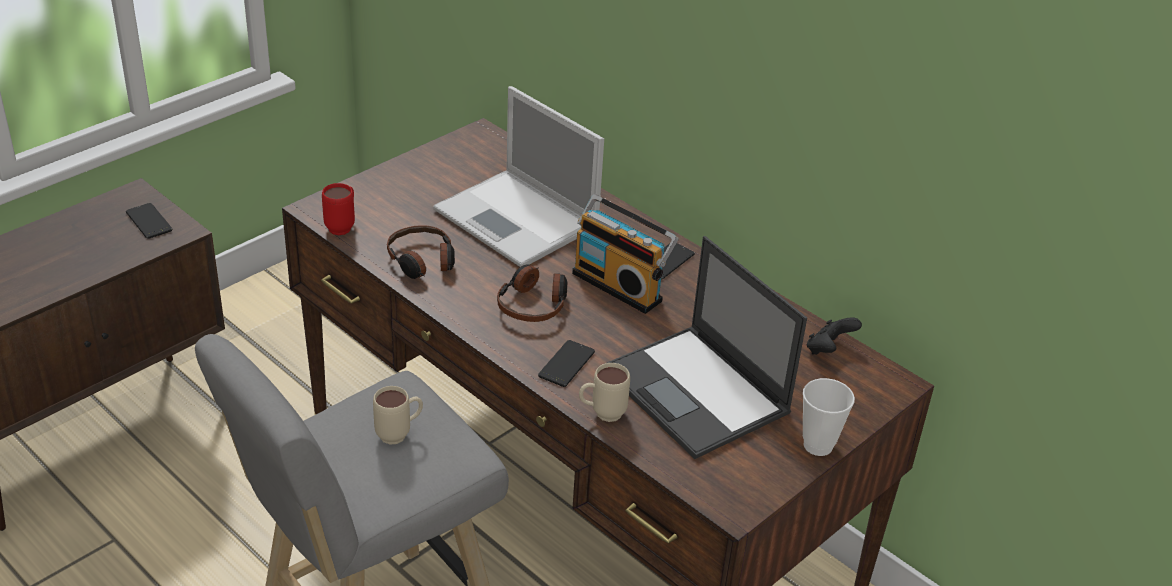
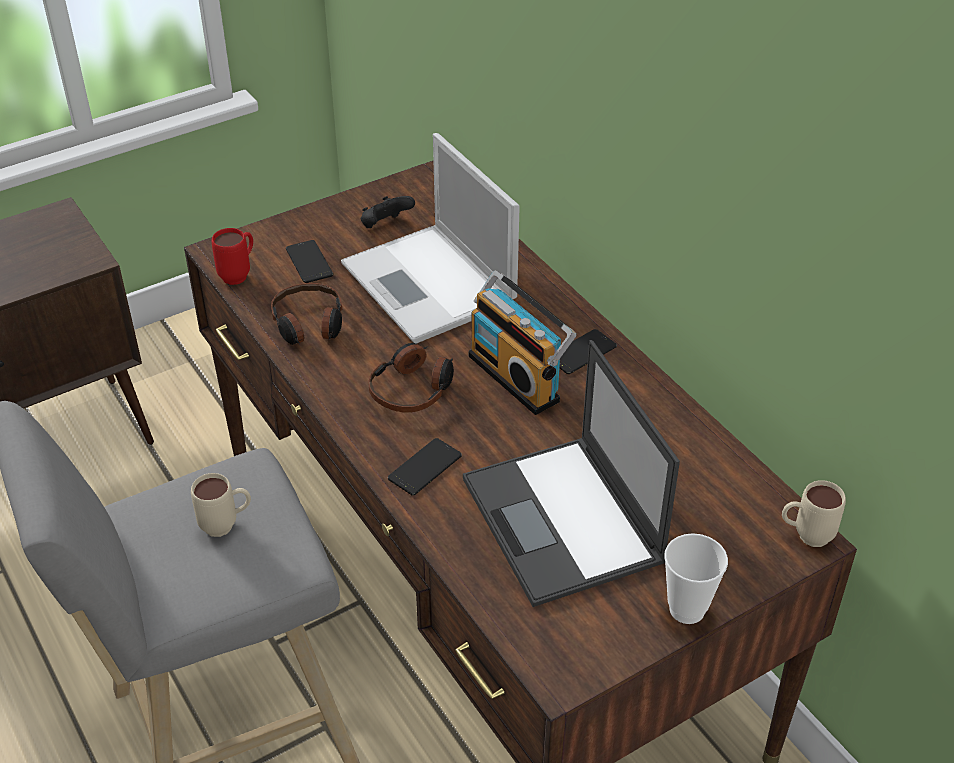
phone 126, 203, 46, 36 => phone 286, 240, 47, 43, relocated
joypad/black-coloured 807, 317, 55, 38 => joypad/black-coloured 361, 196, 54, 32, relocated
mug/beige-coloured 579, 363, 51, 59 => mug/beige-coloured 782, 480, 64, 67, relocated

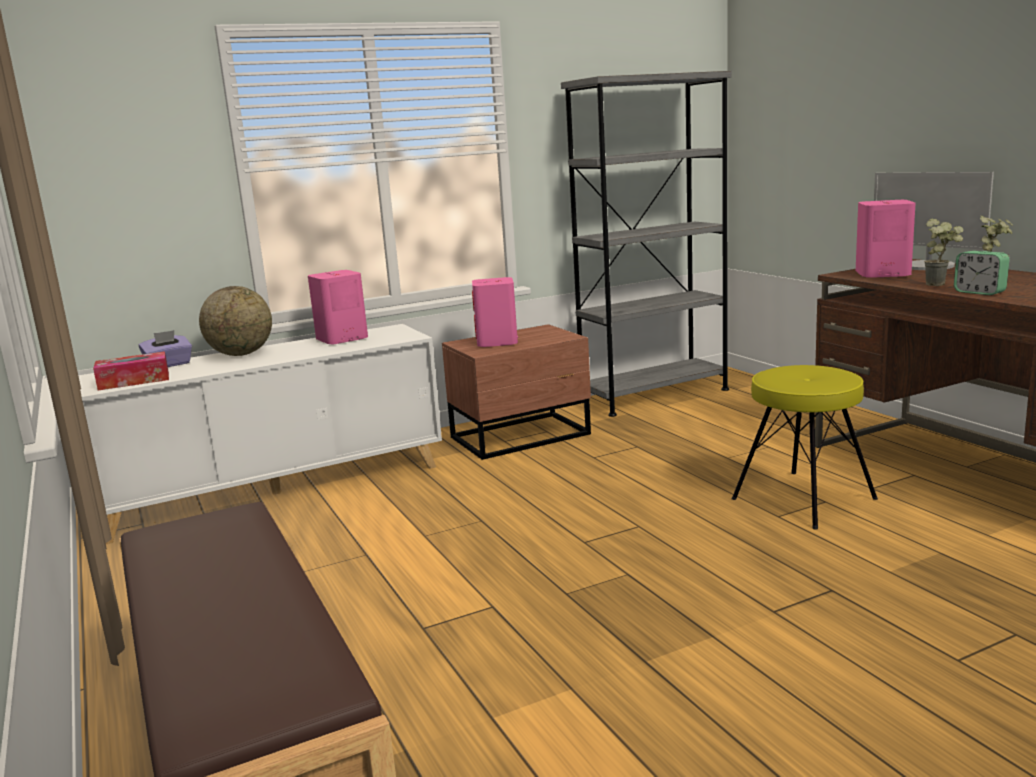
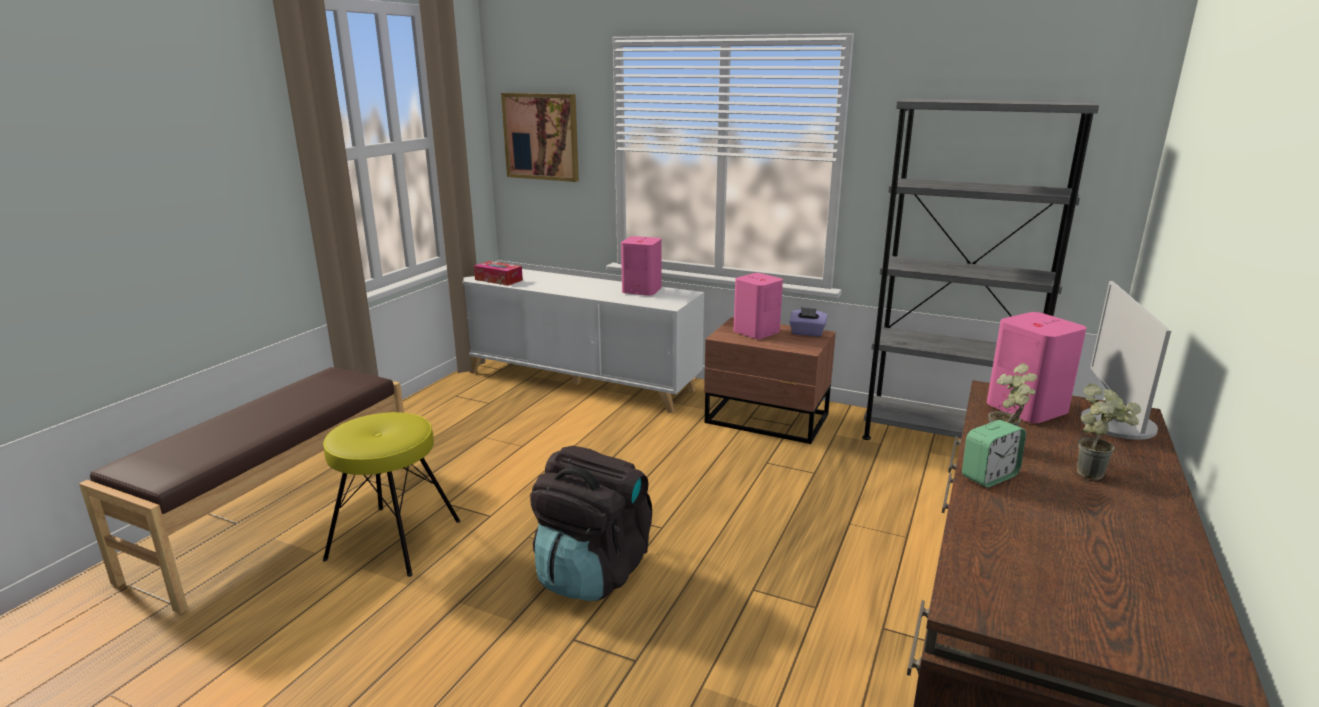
stool seat/yellowish 732, 365, 146, 165 => stool seat/yellowish 323, 412, 137, 165, relocated
nothing => picture 501, 93, 78, 89
nothing => backpack/black-coloured 530, 446, 122, 155
tissue box/purplish 139, 330, 53, 37 => tissue box/purplish 789, 307, 39, 29, relocated
alarm clock 954, 251, 56, 44 => alarm clock 962, 420, 64, 67, 135 degrees counterclockwise
world globe 199, 286, 73, 70 => nothing

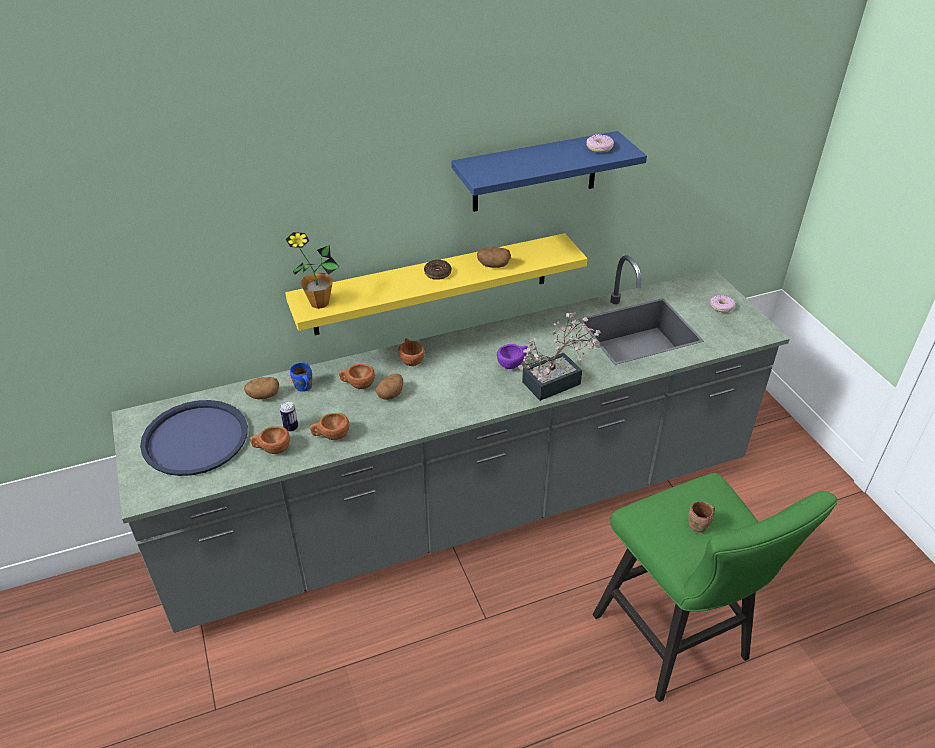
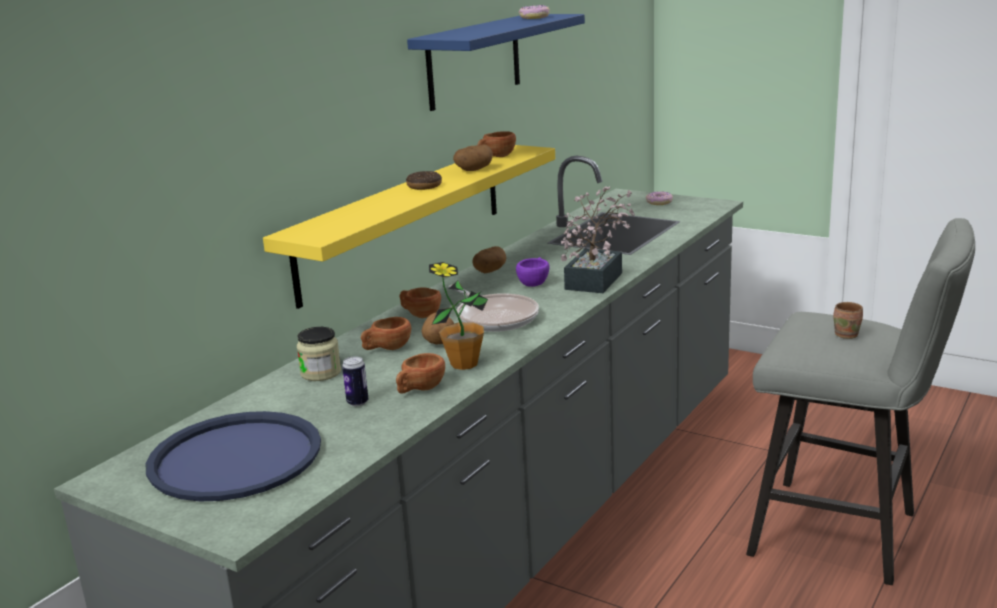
mug/blue-coloured 290, 362, 22, 30 => preserve jar 296, 327, 45, 54
plant in a pot 286, 232, 53, 77 => plant in a pot 429, 262, 59, 108, relocated
nothing => skillet 449, 285, 90, 47
spud 244, 377, 35, 22 => spud 472, 246, 34, 27, relocated
cup/brown-coloured 250, 426, 40, 28 => cup/brown-coloured 478, 131, 38, 26, relocated
stool seat/green-coloured 593, 473, 244, 229 => stool seat/gray 746, 218, 229, 367

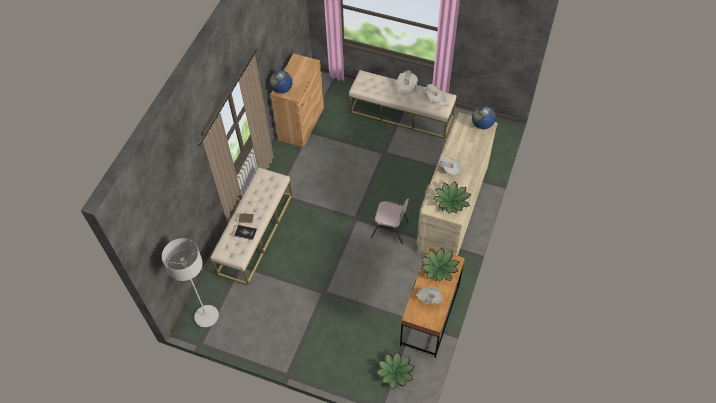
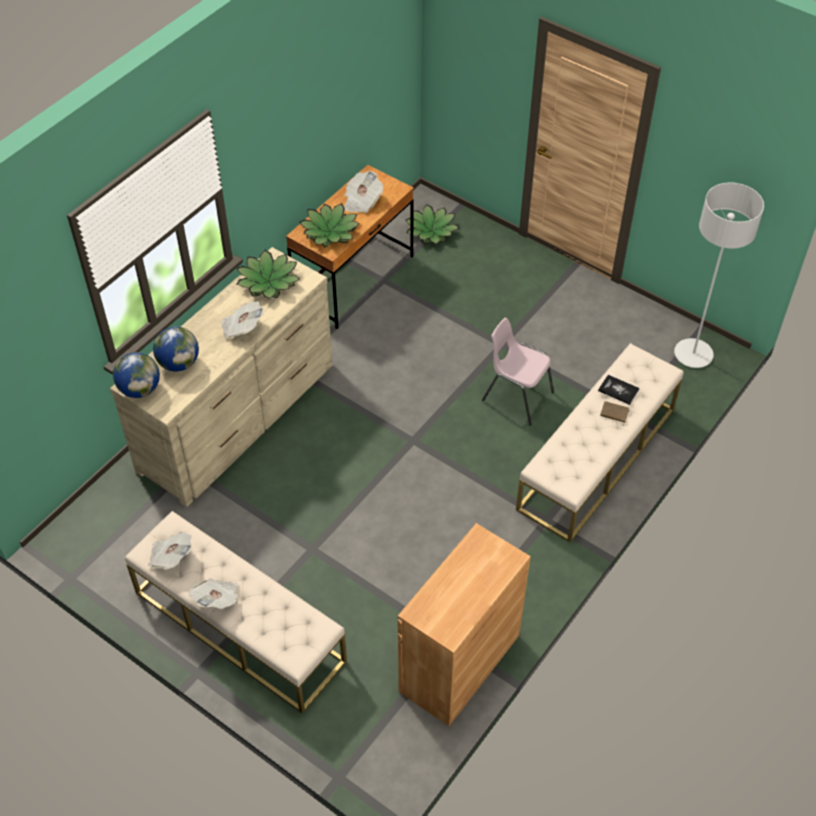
world globe 270, 71, 23, 23 => world globe 153, 327, 46, 45, relocated
chair/pink-coloured 371, 199, 38, 45 => chair/pink-coloured 482, 318, 72, 108, relocated

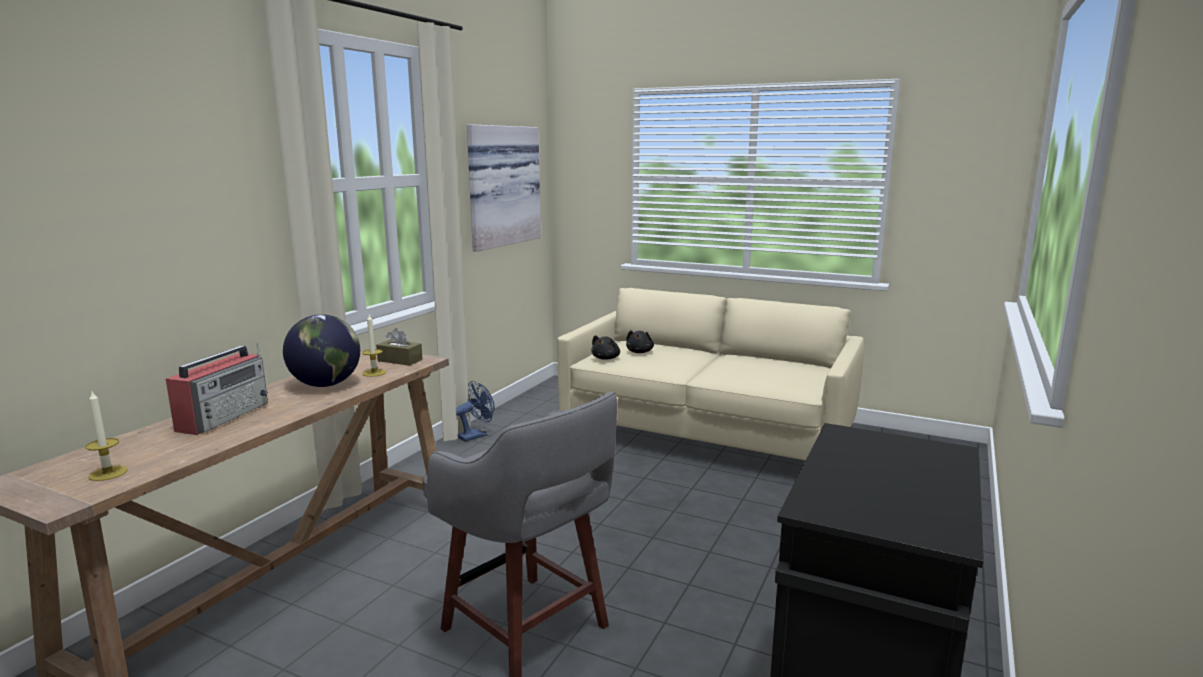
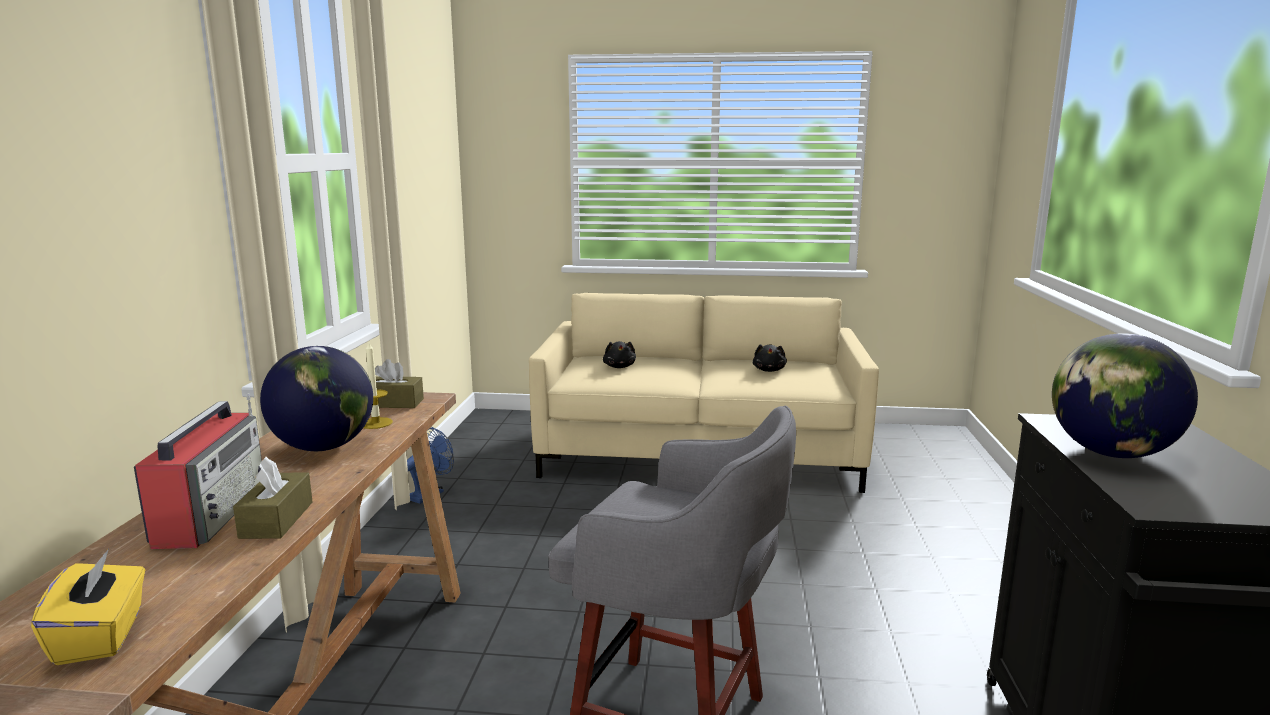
candle 85, 392, 42, 89 => tissue box/yellowish 31, 549, 114, 116
nothing => tissue box/brown-coloured 233, 457, 80, 82
cuddly toy/black-coloured 591, 335, 29, 25 => cuddly toy/black-coloured 752, 344, 35, 28, relocated
nothing => world globe 1052, 333, 146, 125
picture 467, 124, 74, 128 => nothing

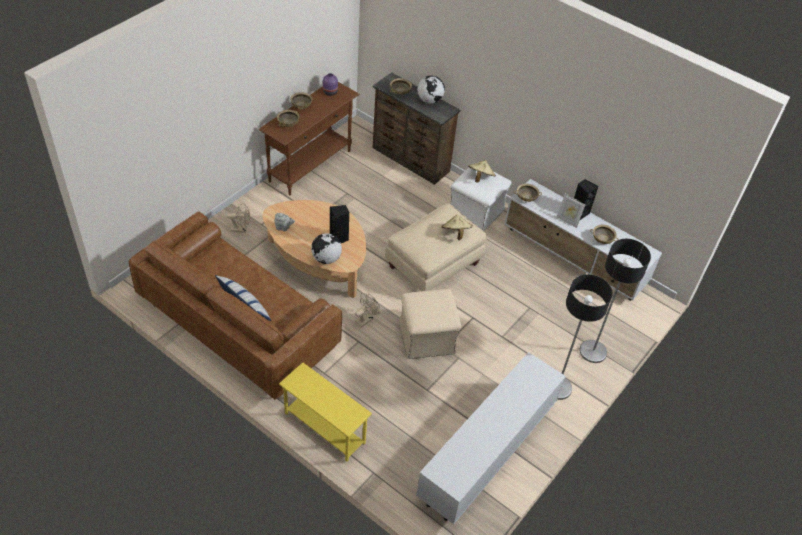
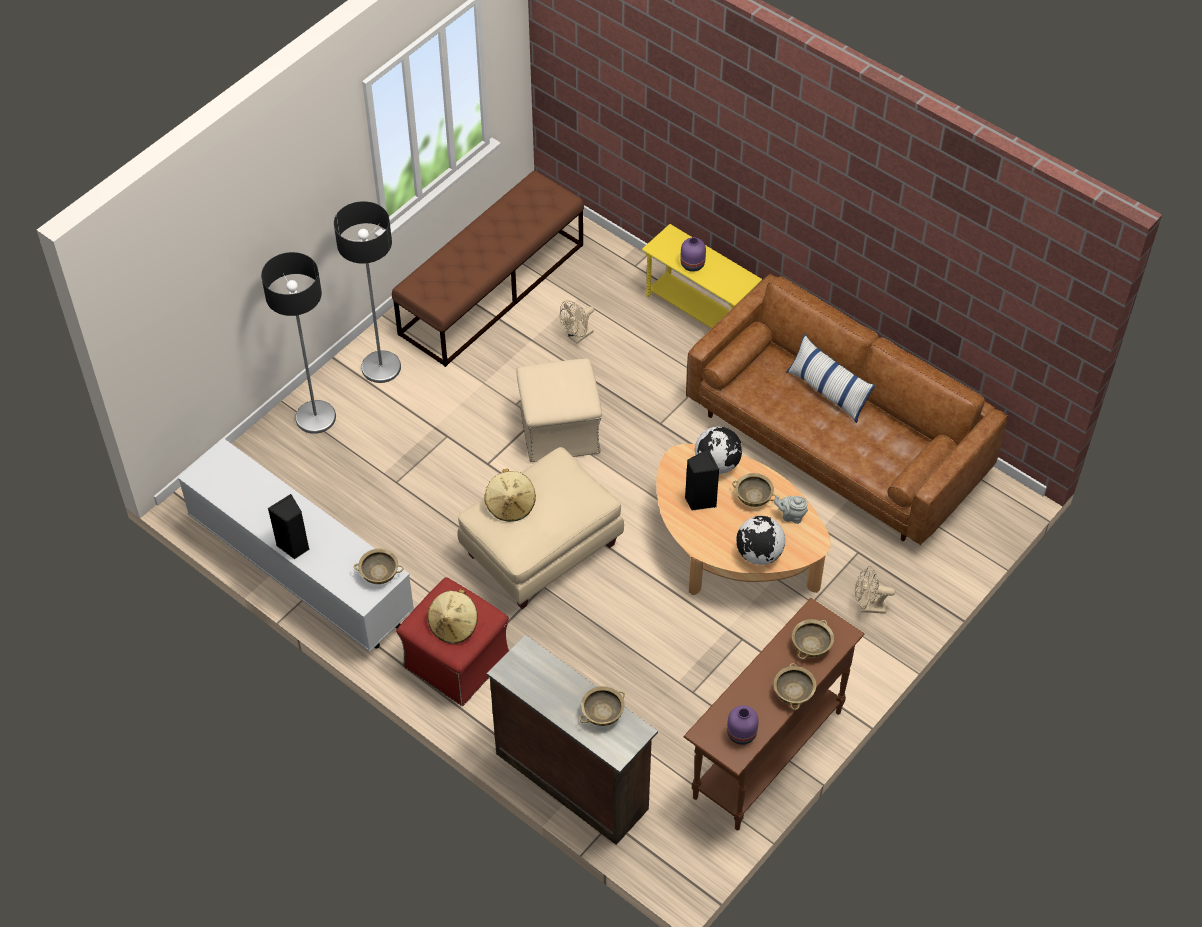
media console/whitish 416, 352, 150, 172 => bench/brown-coloured 392, 171, 192, 196
ottoman/whitish 450, 163, 62, 68 => ottoman/red-coloured 396, 577, 113, 129
fan/beige-coloured 355, 293, 25, 34 => fan/beige-coloured 560, 300, 34, 44, relocated
nothing => flower vase/purplish 680, 237, 26, 35
deep dish/beige-coloured 590, 225, 29, 19 => deep dish/beige-coloured 732, 473, 45, 34, relocated
world globe 417, 76, 28, 28 => world globe 736, 516, 49, 49, relocated
standing frame 557, 194, 28, 34 => nothing

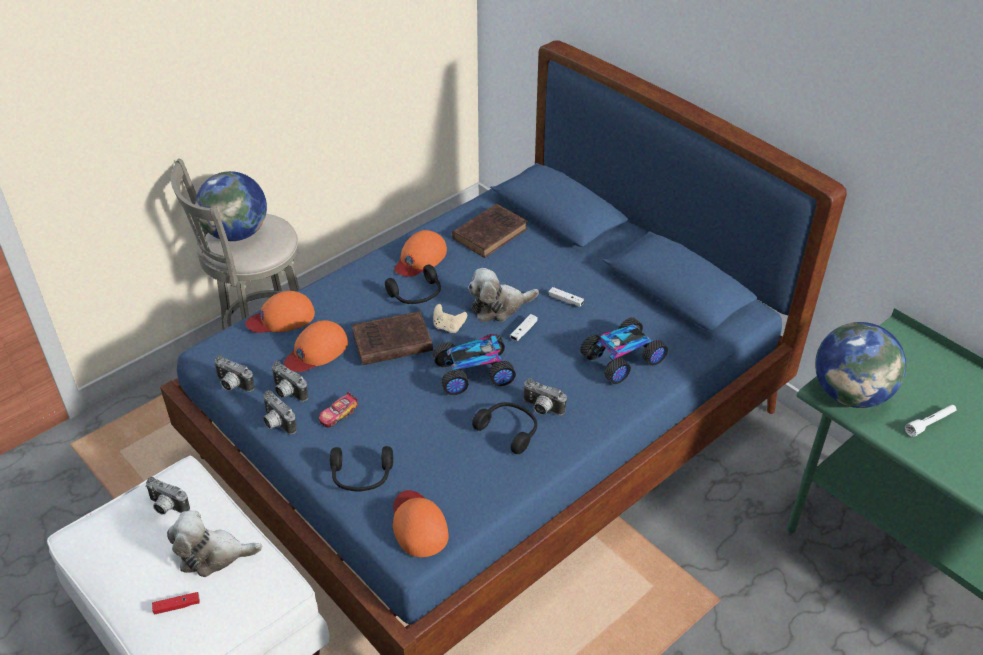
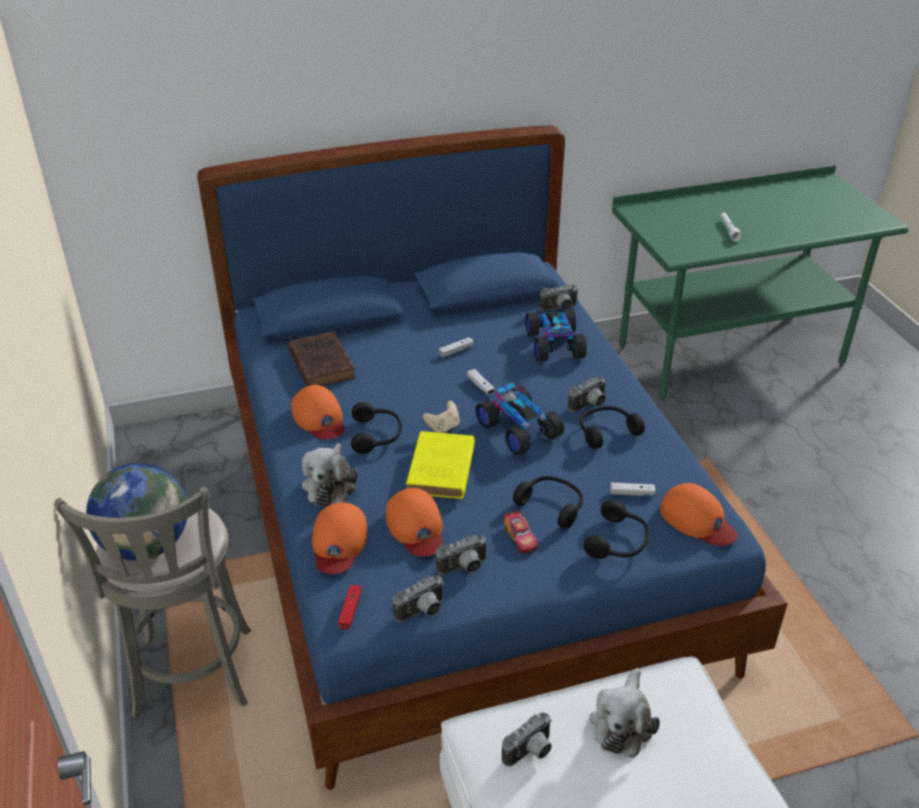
cuddly toy 468, 268, 71, 54 => cuddly toy 302, 443, 55, 64, relocated
joypad/red-coloured 152, 592, 48, 22 => joypad/red-coloured 338, 585, 24, 45, relocated
bound book/brown-coloured 352, 311, 81, 54 => bound book/yellowish 406, 431, 69, 68
toy car 433, 334, 83, 61 => toy car 475, 383, 89, 72, 45 degrees counterclockwise
nothing => pair of headphones/black-coloured 513, 476, 70, 53
photo camera 263, 390, 34, 44 => photo camera 539, 284, 40, 27, relocated
nothing => joypad/whitish 610, 482, 45, 14
baseball cap/orange 393, 490, 56, 67 => baseball cap/orange 660, 483, 78, 63, 135 degrees counterclockwise
world globe 815, 322, 91, 86 => nothing

